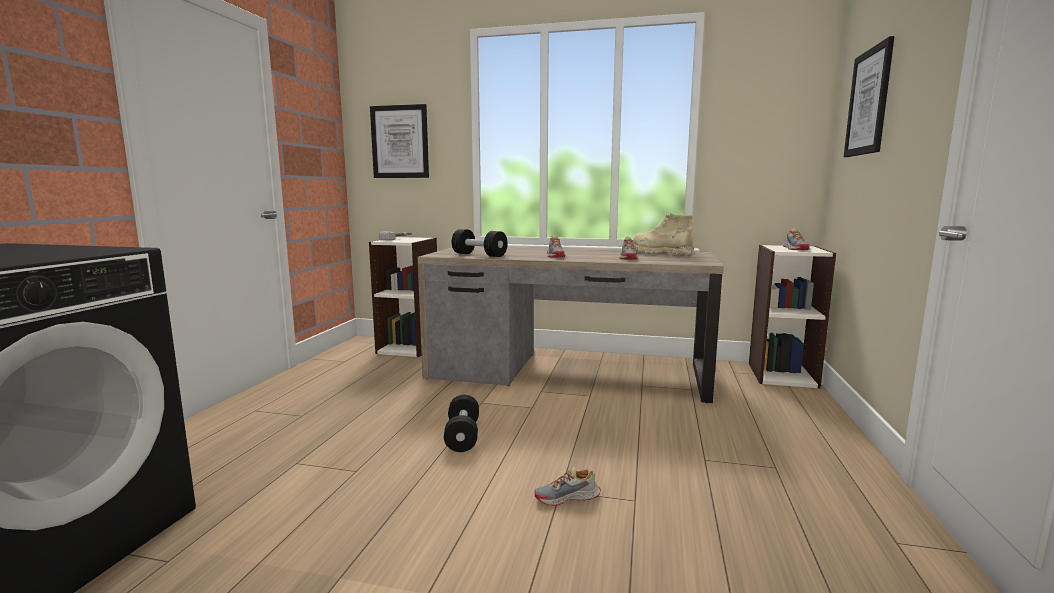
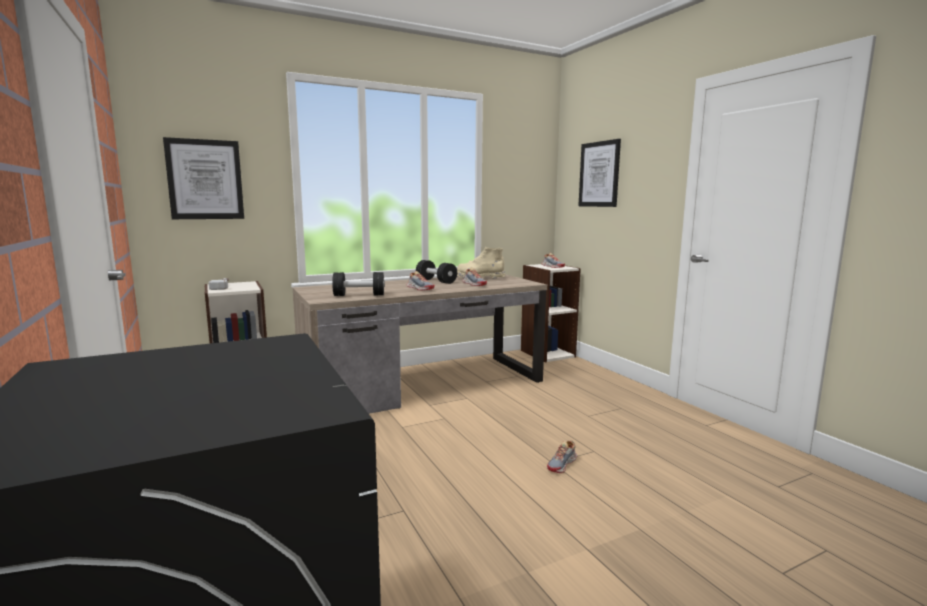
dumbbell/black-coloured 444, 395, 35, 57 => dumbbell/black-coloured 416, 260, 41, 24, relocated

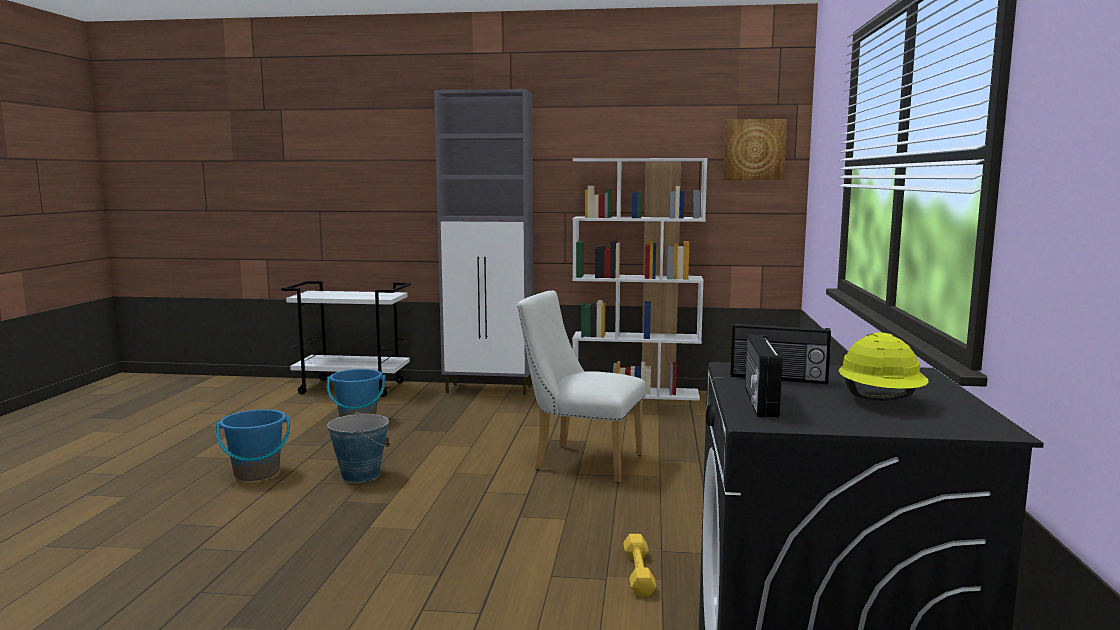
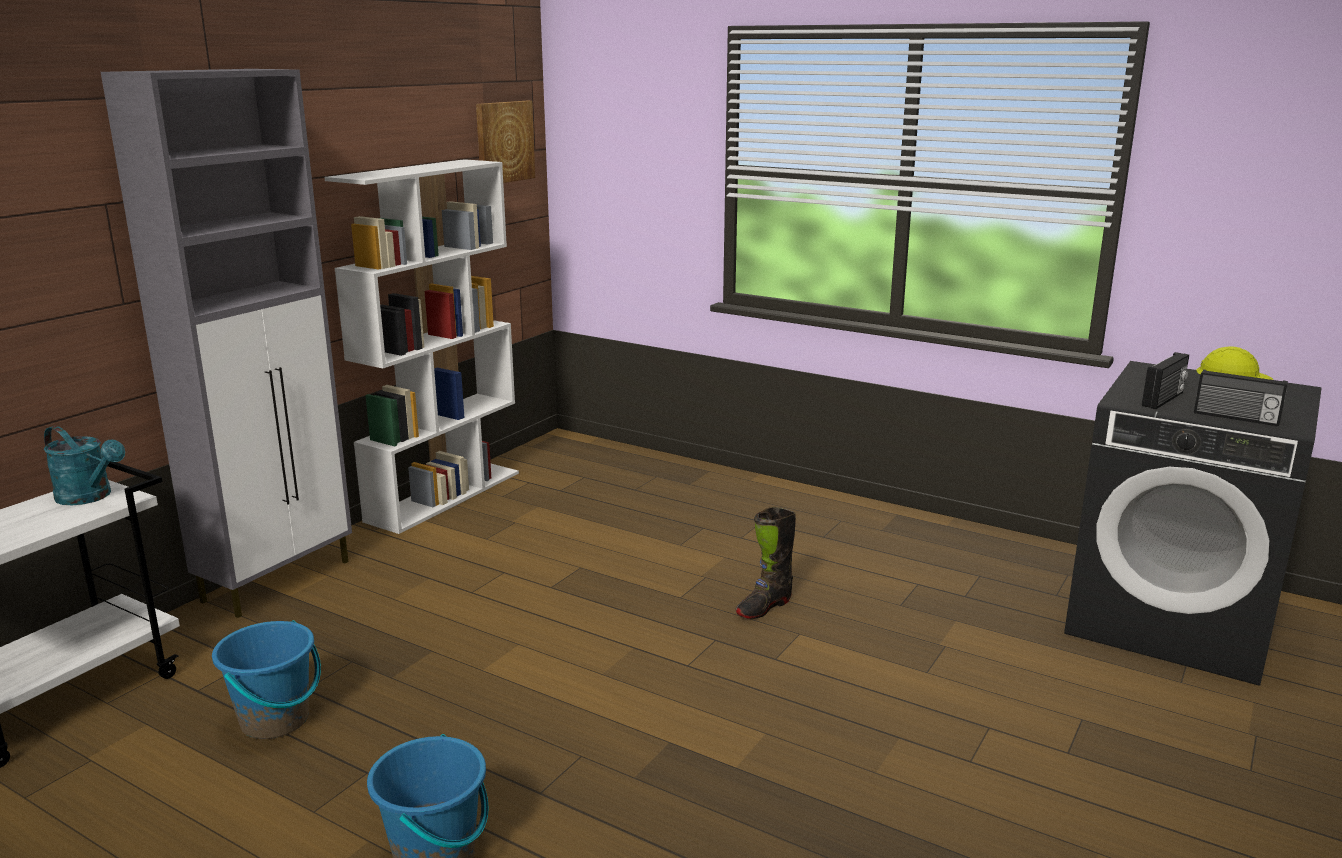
nothing => watering can/blue-green 44, 426, 81, 79
nothing => boot/black-coloured 735, 507, 61, 112
bucket 327, 412, 63, 71 => nothing
chair/whitish 517, 291, 129, 192 => nothing
dumbbell/yellowish 623, 534, 33, 63 => nothing

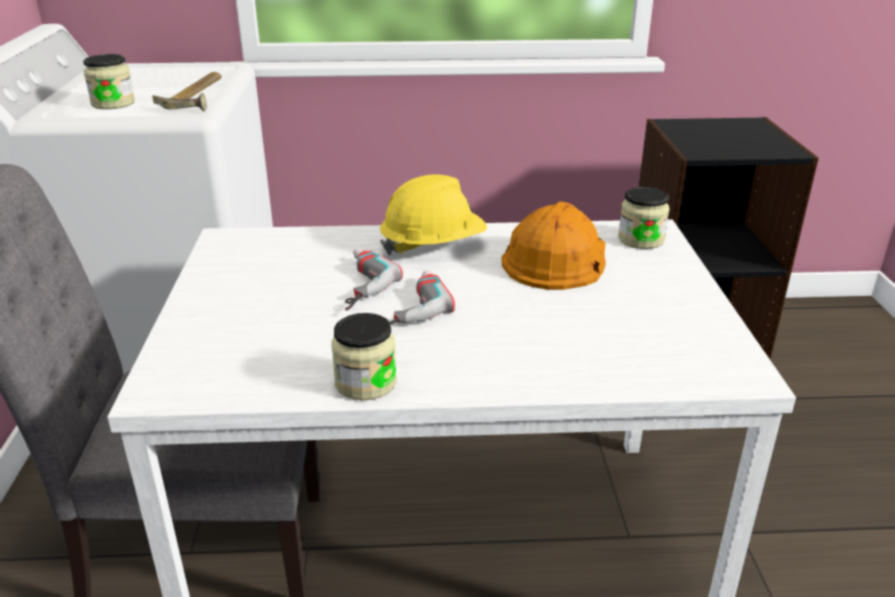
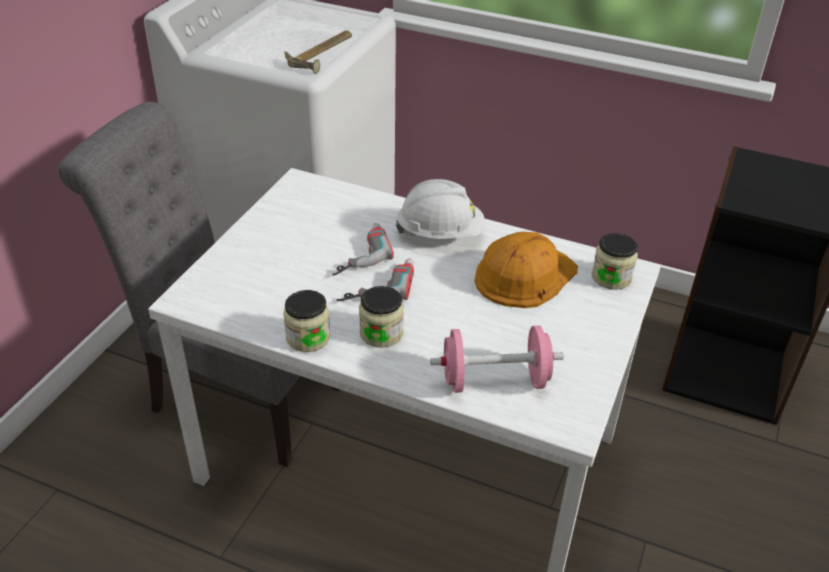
preserve jar 83, 54, 52, 55 => preserve jar 359, 286, 45, 62, relocated
hard hat/yellowish 380, 174, 107, 81 => hard hat/whitish 396, 179, 89, 60
nothing => dumbbell/pink-coloured 431, 326, 133, 67

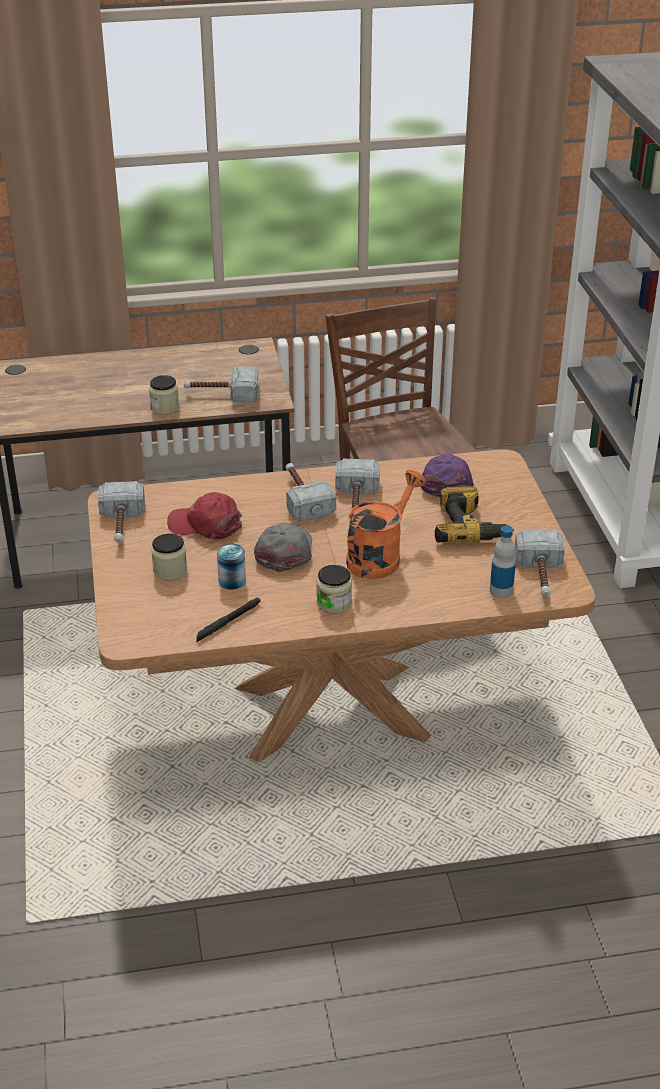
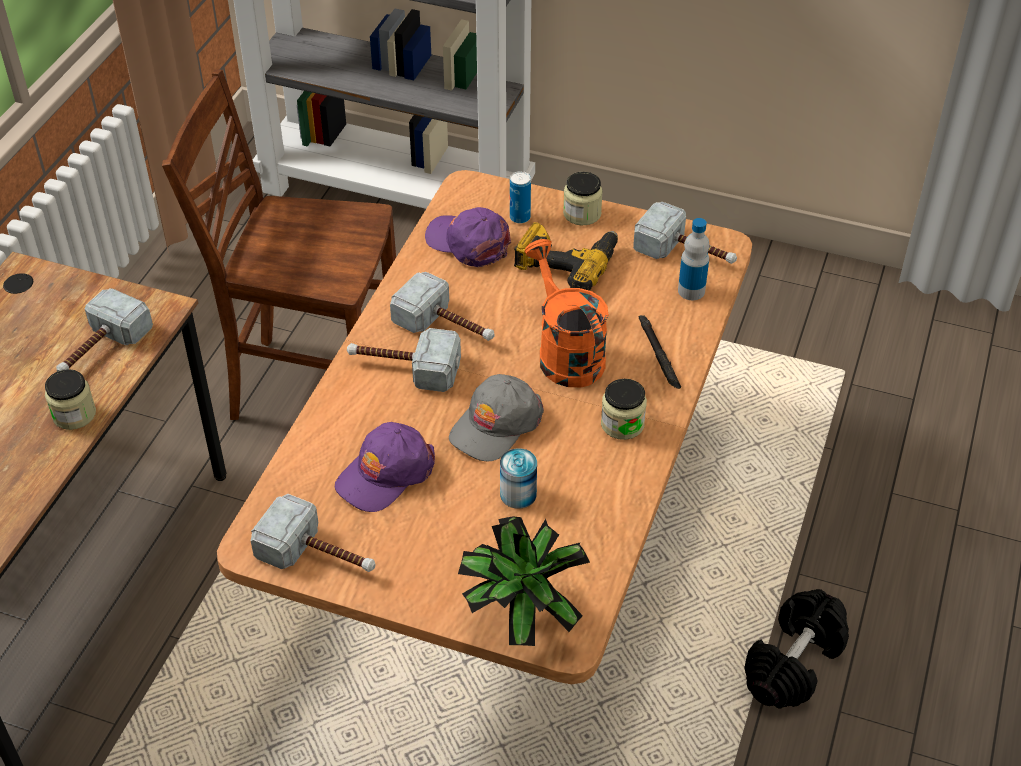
baseball cap/red-coloured 167, 492, 75, 47 => baseball cap/purplish 335, 422, 100, 90
baseball cap/gray 254, 523, 58, 49 => baseball cap/gray 449, 374, 95, 88, 90 degrees counterclockwise
nothing => plant in a pot 458, 516, 132, 130
nothing => can 510, 171, 21, 52
preserve jar 151, 533, 36, 47 => preserve jar 563, 172, 40, 53, relocated
flashlight/black-coloured 196, 597, 65, 45 => flashlight/black-coloured 639, 315, 42, 74, relocated
nothing => dumbbell/black-coloured 744, 589, 105, 120

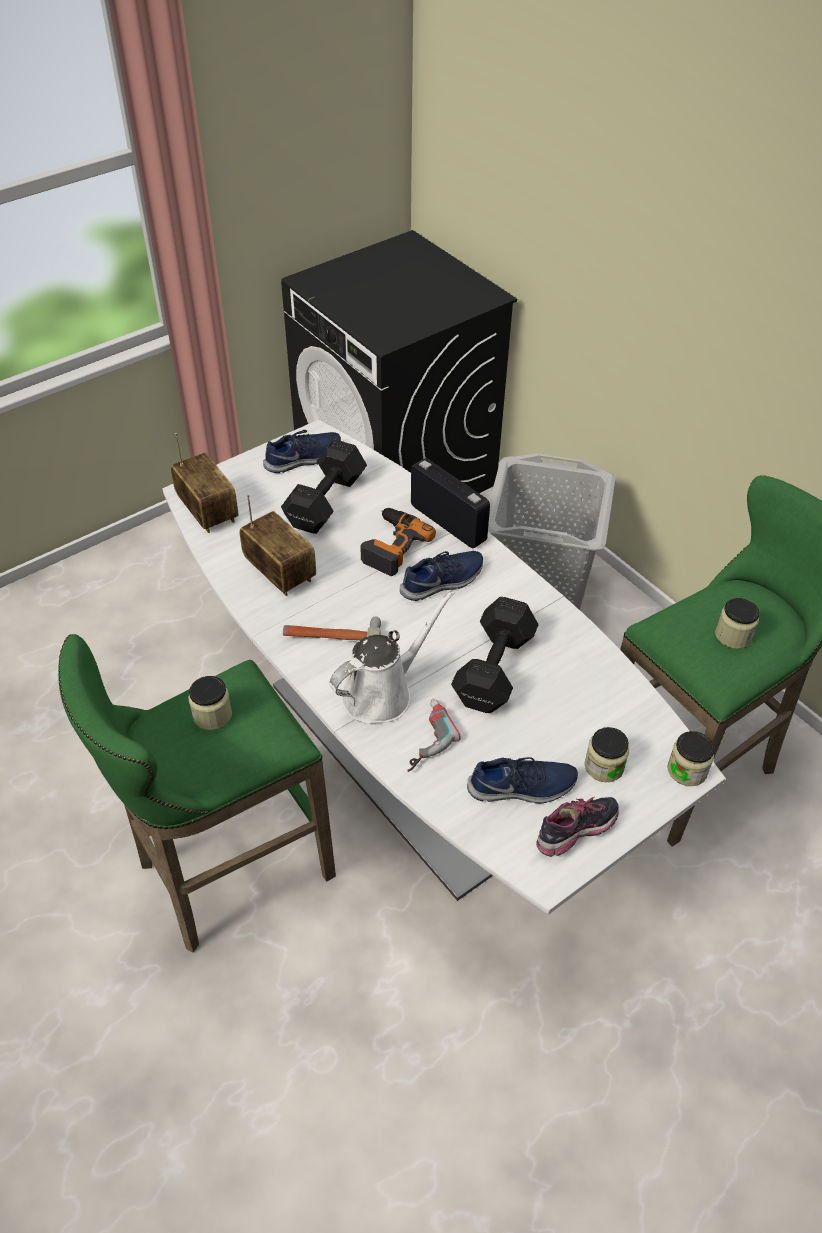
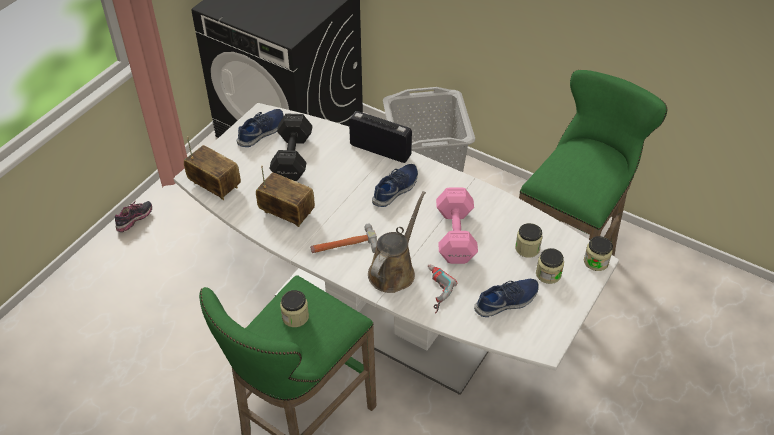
shoe 536, 797, 83, 60 => shoe 115, 201, 37, 31, relocated
watering can/whitish 329, 590, 126, 134 => watering can/brown-coloured 368, 191, 58, 102
dumbbell/black-coloured 451, 597, 88, 116 => dumbbell/pink-coloured 436, 188, 42, 76
preserve jar 715, 598, 45, 51 => preserve jar 515, 223, 28, 35, relocated
power drill 361, 508, 75, 68 => nothing

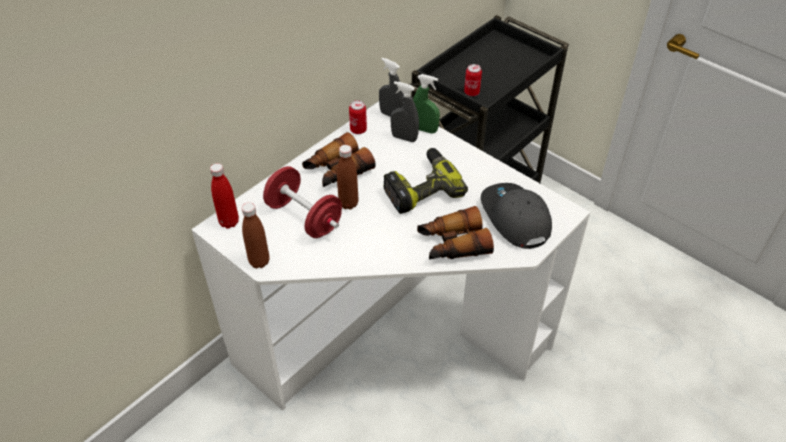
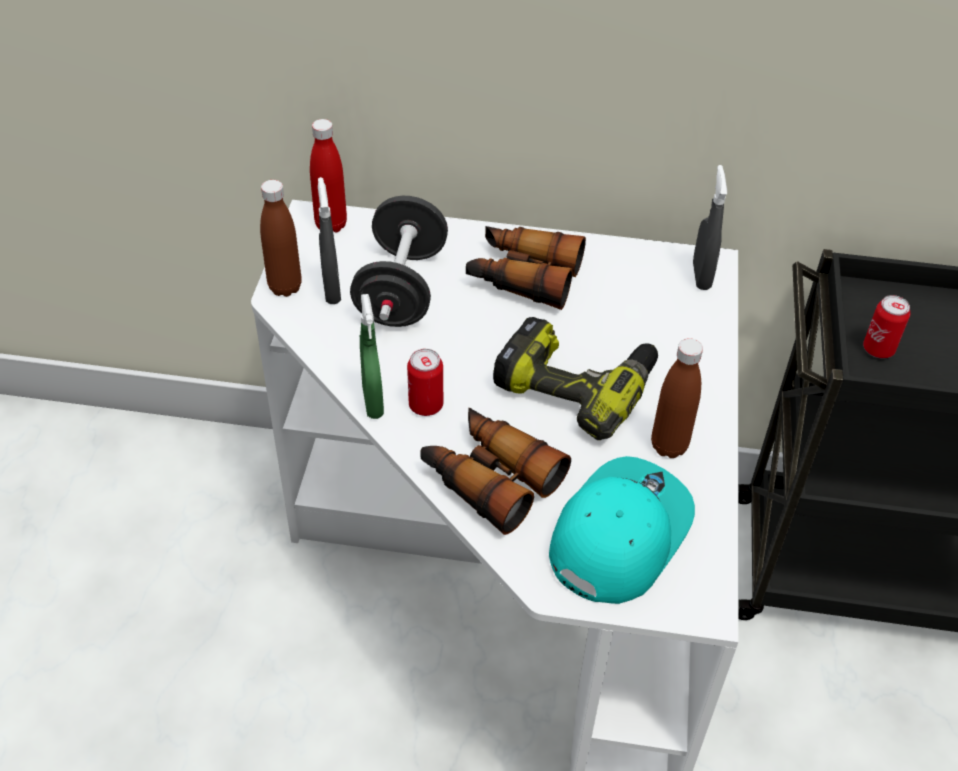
spray bottle/gray 390, 81, 29, 61 => spray bottle/gray 318, 177, 23, 127, relocated
dumbbell/red-coloured 263, 166, 79, 72 => dumbbell/black-coloured 350, 196, 98, 131
spray bottle/green-coloured 413, 74, 27, 59 => spray bottle/green-coloured 360, 294, 24, 125, relocated
can 349, 100, 18, 34 => can 407, 349, 36, 67, relocated
baseball cap/gray 481, 183, 71, 66 => baseball cap/blue-green 549, 456, 146, 148
beverage bottle/brown-coloured 337, 145, 21, 64 => beverage bottle/brown-coloured 651, 338, 52, 120, relocated

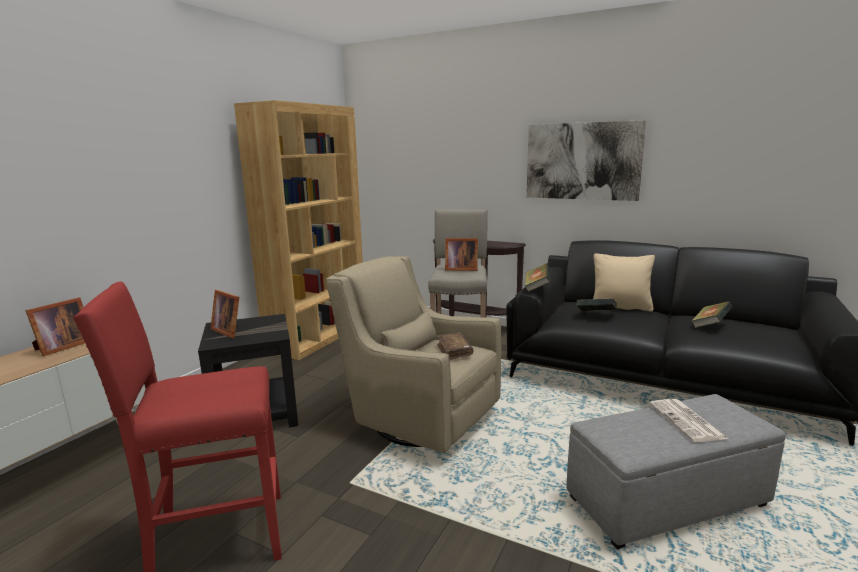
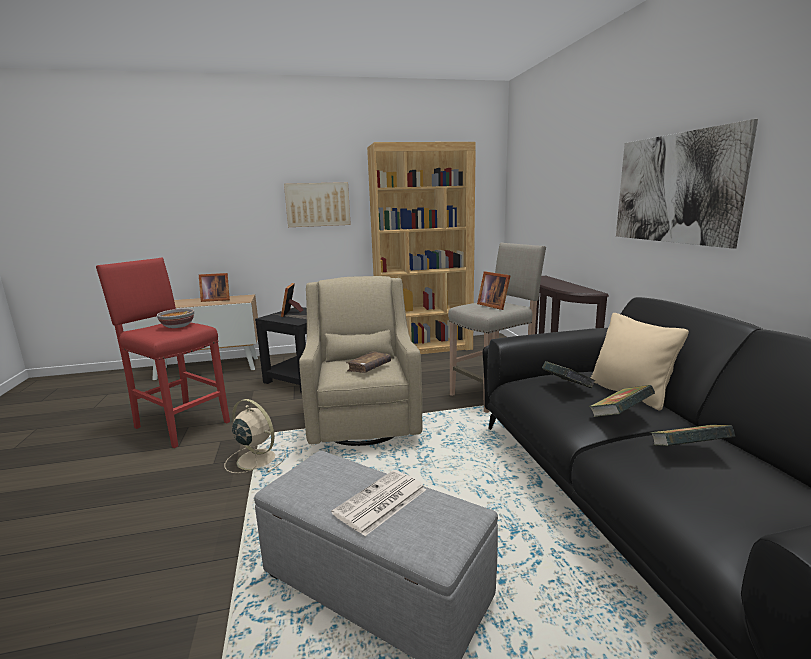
nothing => deep dish 157, 309, 37, 19
nothing => fan/beige-coloured 225, 399, 61, 74
nothing => picture 284, 182, 67, 45
bound book 525, 264, 25, 28 => bound book 589, 385, 66, 32, relocated

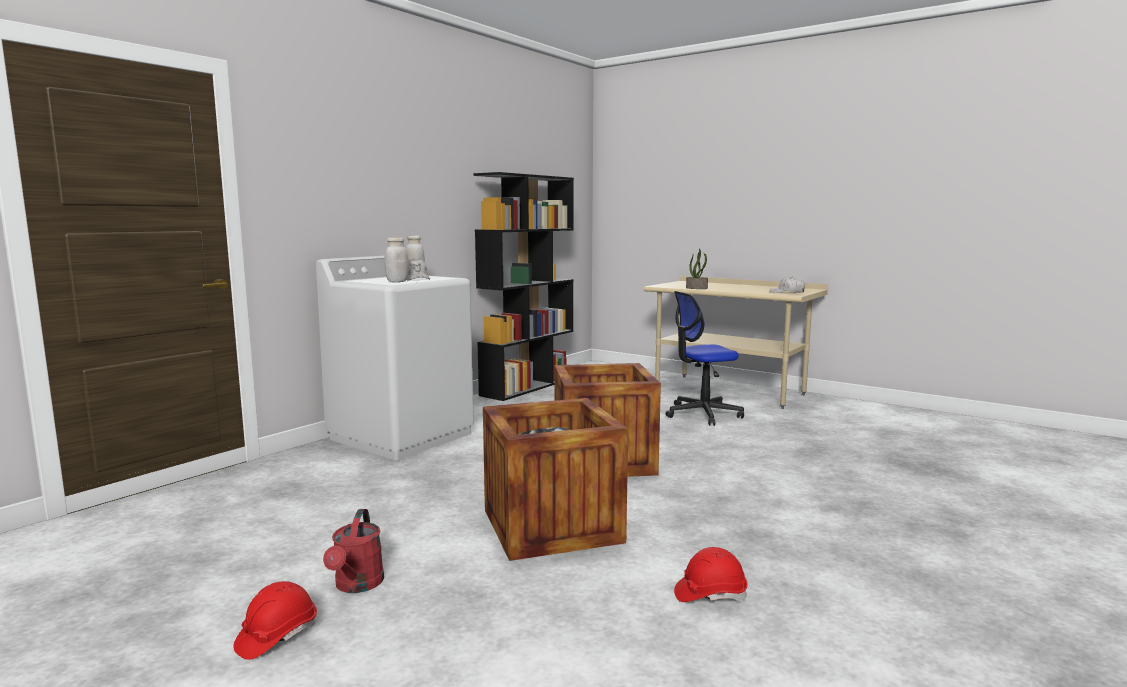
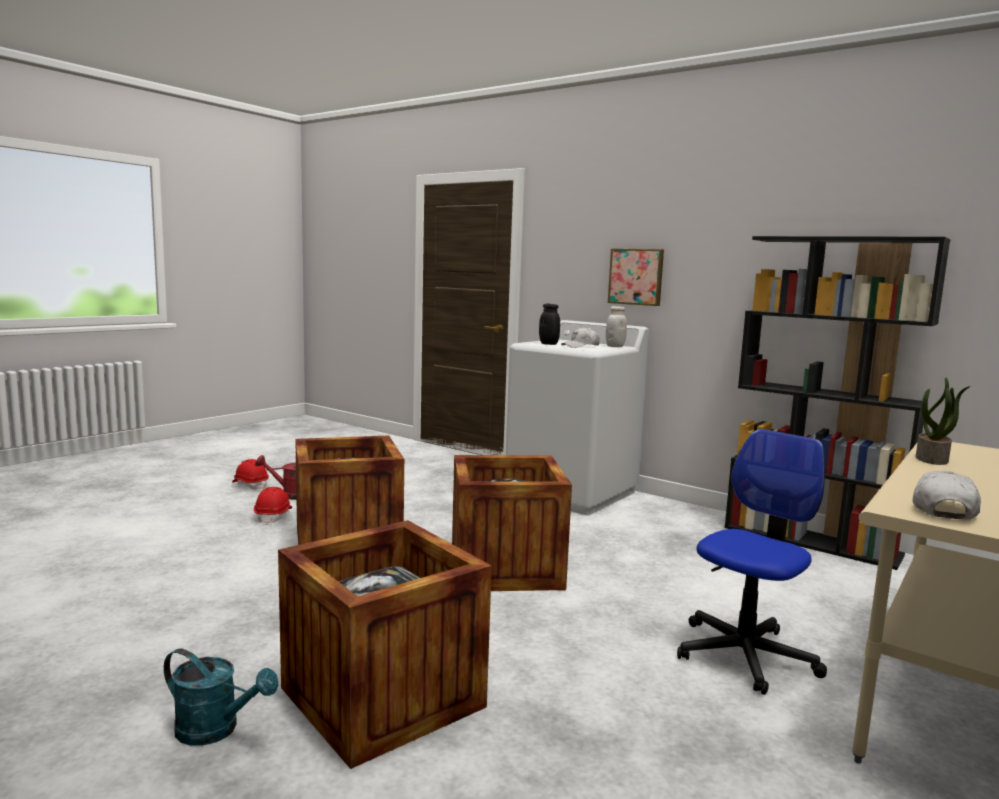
nothing => watering can/blue-green 164, 648, 115, 98
hard hat/red-coloured 674, 547, 74, 55 => hard hat/red-coloured 254, 487, 38, 38, relocated
nothing => packing crate 278, 520, 214, 249
preserve jar/whitish 384, 237, 25, 45 => preserve jar/black-coloured 539, 304, 21, 41
nothing => picture 608, 249, 56, 57
office chair 666, 291, 78, 135 => office chair 677, 429, 150, 266, 60 degrees clockwise

